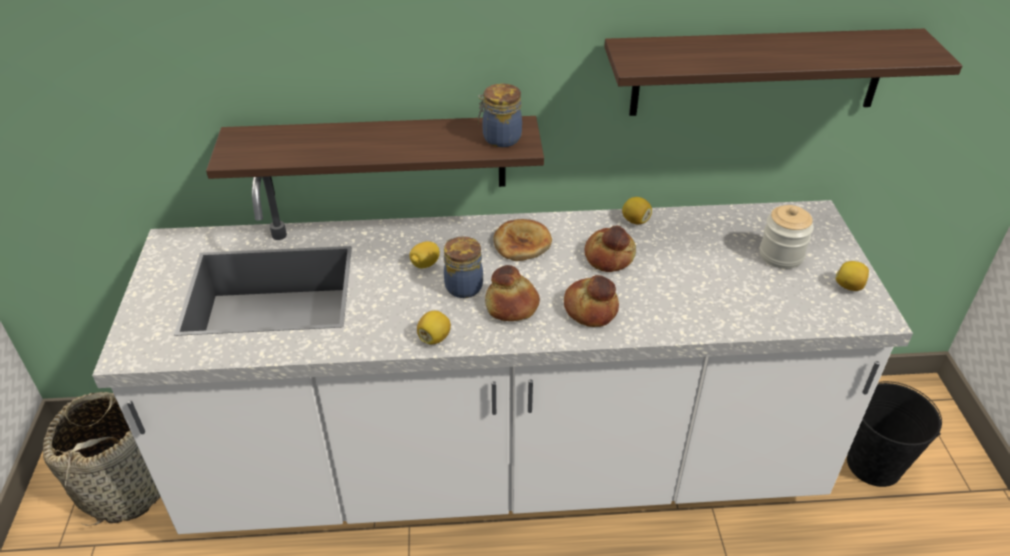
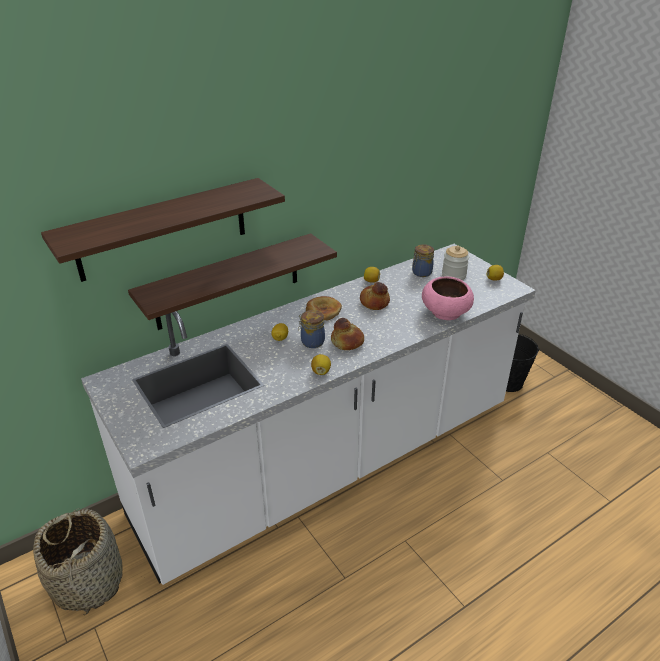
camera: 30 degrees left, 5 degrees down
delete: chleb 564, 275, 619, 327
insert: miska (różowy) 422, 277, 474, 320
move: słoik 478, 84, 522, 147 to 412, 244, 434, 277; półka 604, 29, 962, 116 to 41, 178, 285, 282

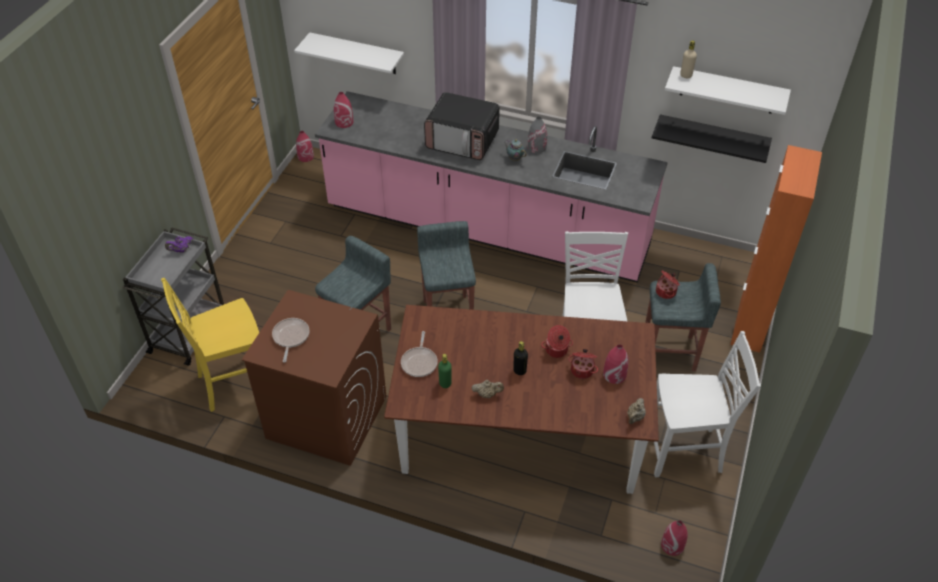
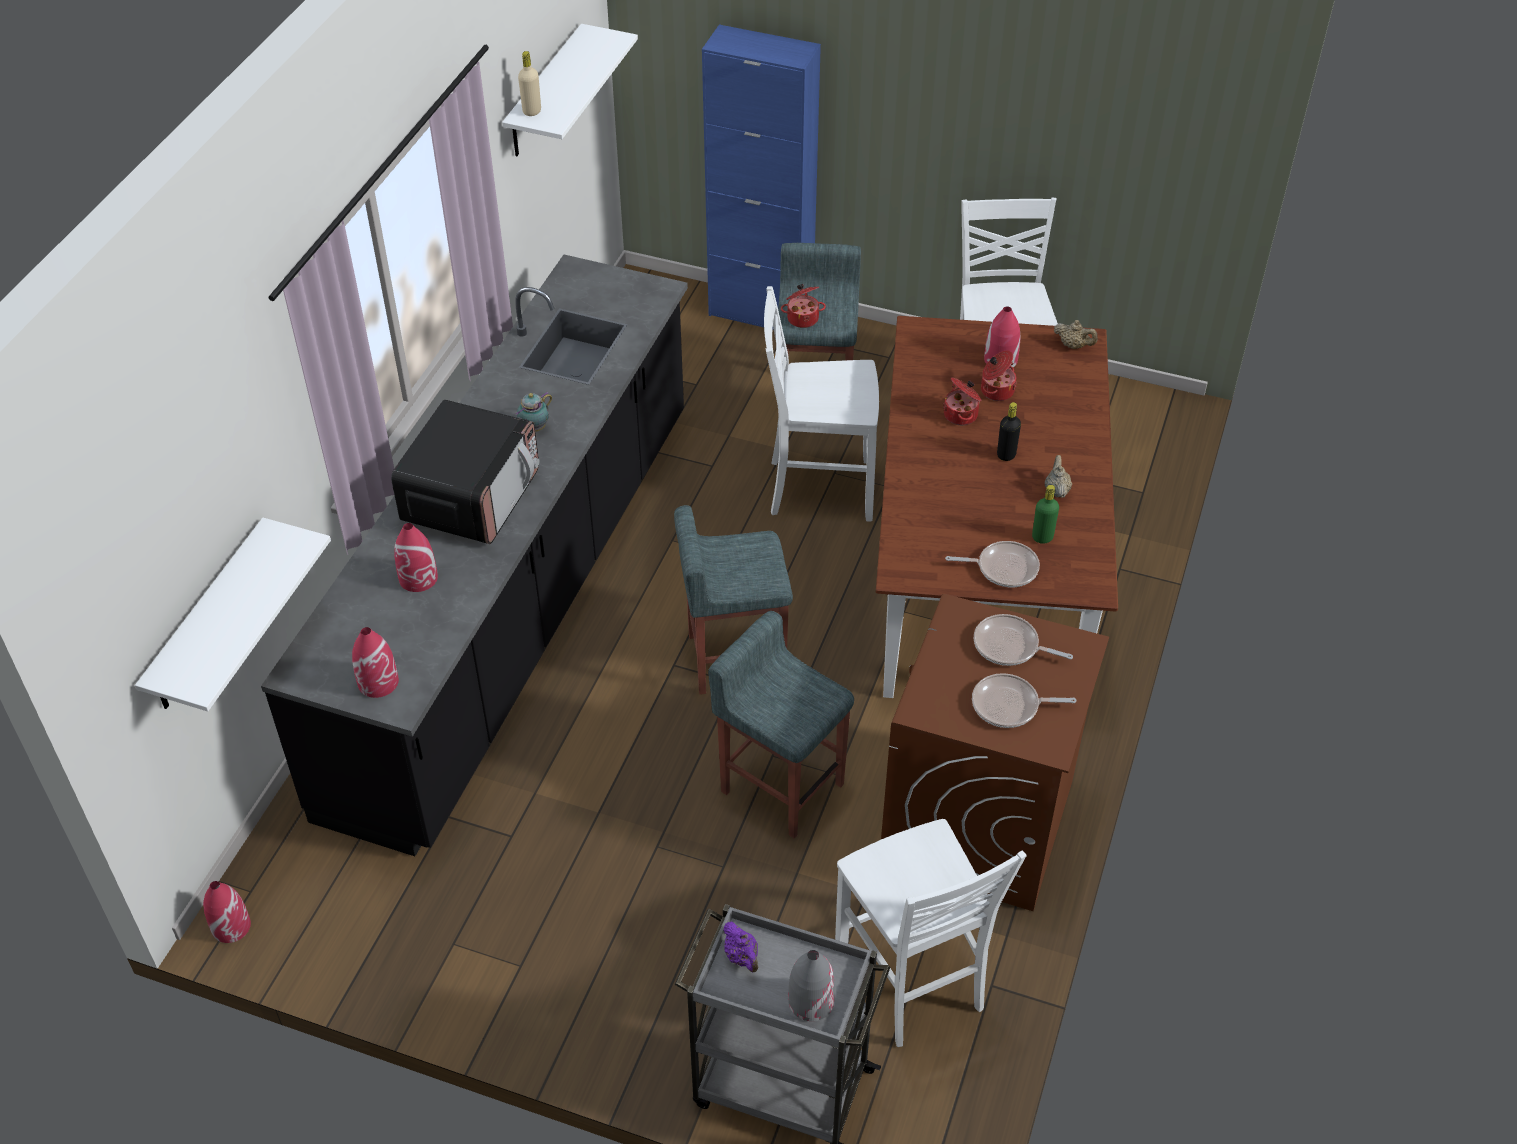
camera: 90 degrees left, 0 degrees up
delete: półka (czarny) 652, 114, 772, 163
insert: patelnia 974, 614, 1073, 666
move: wazon (szary) 528, 117, 547, 153 to 788, 950, 835, 1021; wazon (czerwony) 661, 520, 687, 556 to 394, 523, 438, 592
recolor: krzesło (żółty) 161, 278, 259, 412 to krzesło (biały) 835, 819, 1027, 1047; zabudowa kuchenna (różowy) 315, 91, 668, 283 to zabudowa kuchenna (czarny) 261, 255, 688, 856; szafka (pomarańczowy) 730, 145, 822, 353 to szafka (niebieski) 702, 24, 821, 330

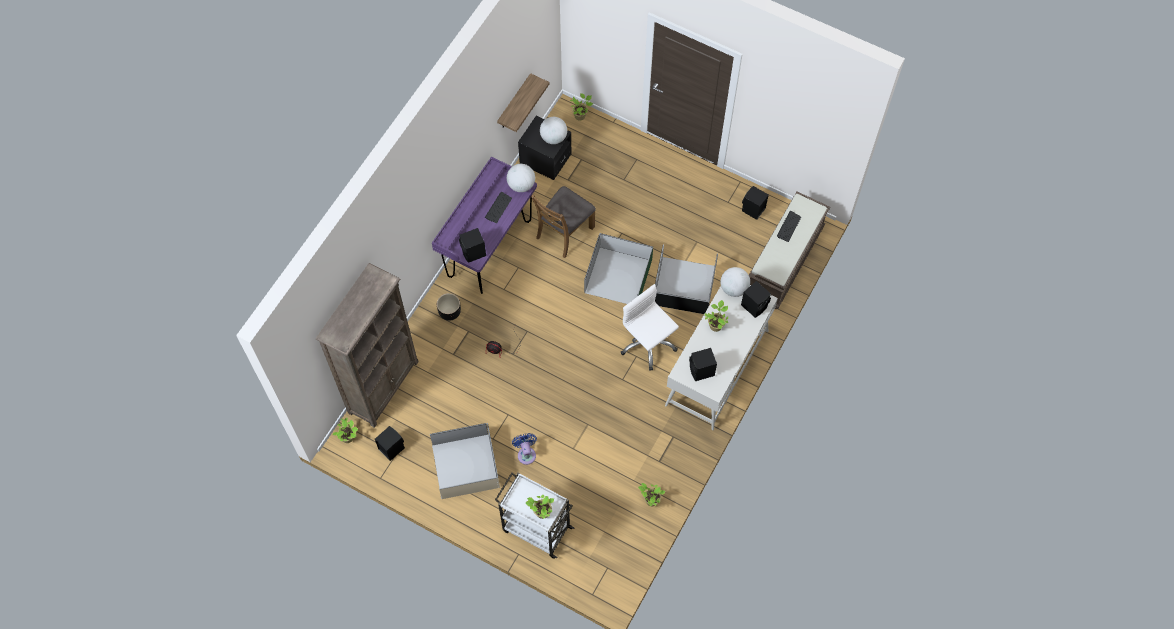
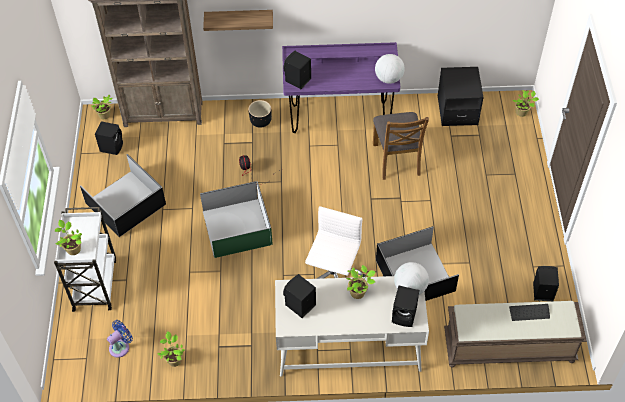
camera: 60 degrees right, 10 degrees down
delete: klawiatura 485, 192, 512, 223; globus 540, 117, 567, 144
move: półka 497, 73, 549, 132 to 203, 10, 273, 31; wentylator (niebieski) 512, 433, 537, 465 to 107, 320, 133, 358; pojemnik do przechowywania (zielony) 584, 233, 653, 304 to 200, 181, 273, 258
recolor: pojemnik do przechowywania (beżowy) 430, 423, 500, 499 to pojemnik do przechowywania (czarny) 80, 154, 166, 237
rotate: krzesło (brązowy) 531, 186, 596, 258 = 373, 112, 429, 180 105 degrees counterclockwise

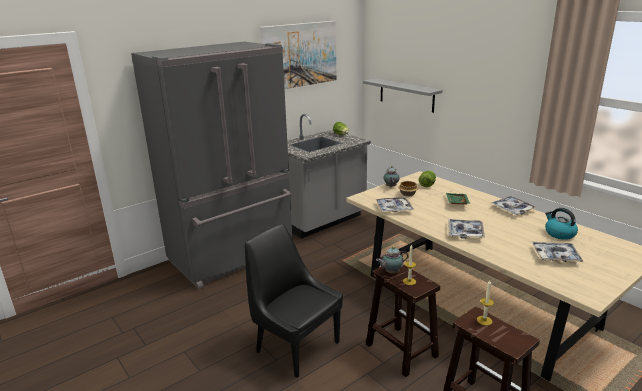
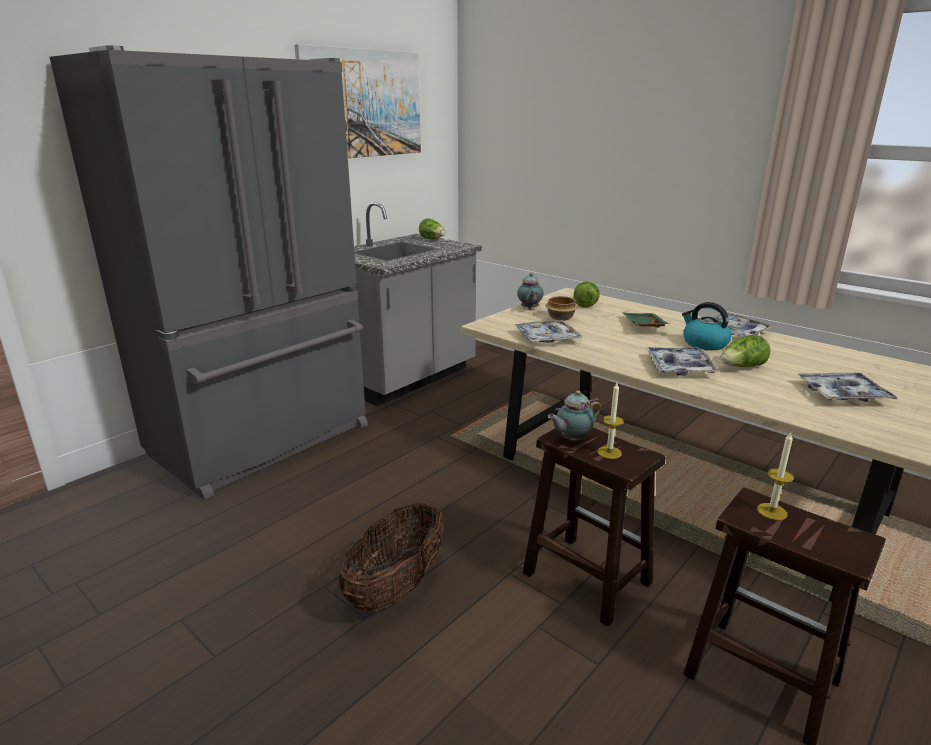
camera: 10 degrees left, 0 degrees up
delete: półka (szary) 363, 78, 443, 113
insert: sałata 720, 335, 771, 367
move: czajnik 545, 208, 578, 240 to 682, 302, 732, 350
replace: krzesło (czarny) 245, 224, 343, 378 to koszyk 339, 503, 444, 612

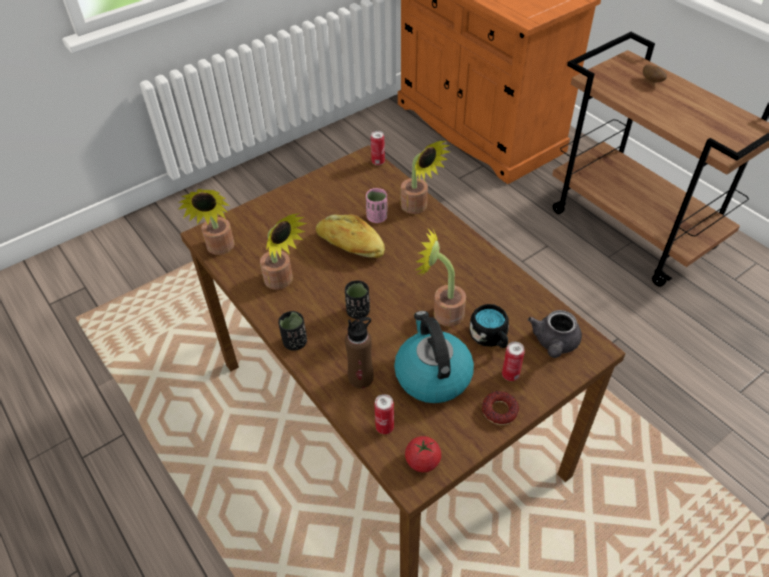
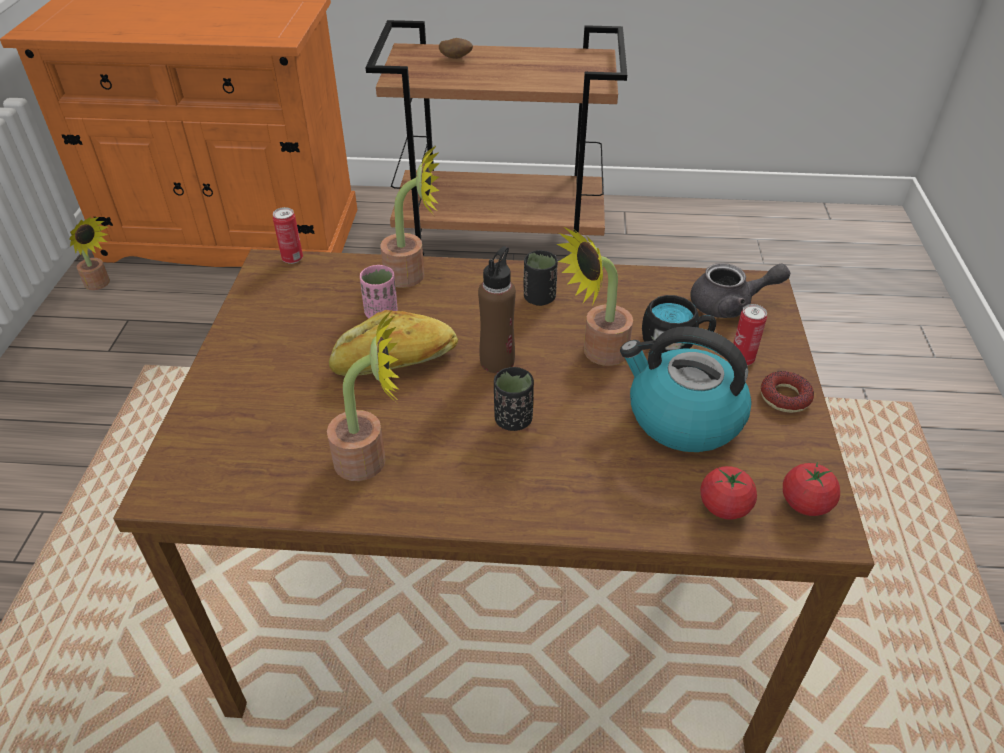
camera: 50 degrees left, 5 degrees down
move: roślina doniczkowa 178, 189, 235, 255 to 69, 217, 110, 290; filiżanka (czarny) 278, 311, 307, 351 to 524, 250, 558, 306; butelka (brązowy) 345, 317, 373, 389 to 478, 246, 516, 373
replace: puszka 374, 394, 394, 434 to pomidor 700, 466, 757, 520
rotate: imbryk (szary) 528, 310, 582, 358 = 690, 263, 790, 318 60 degrees counterclockwise

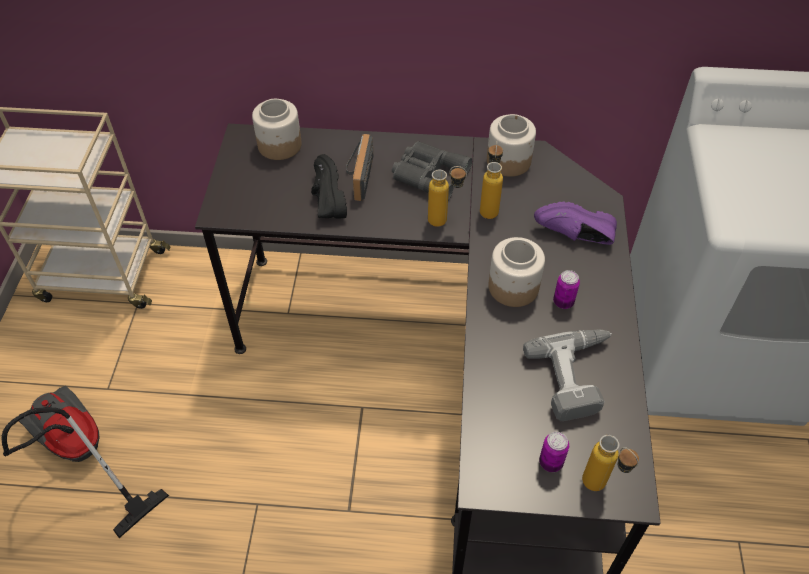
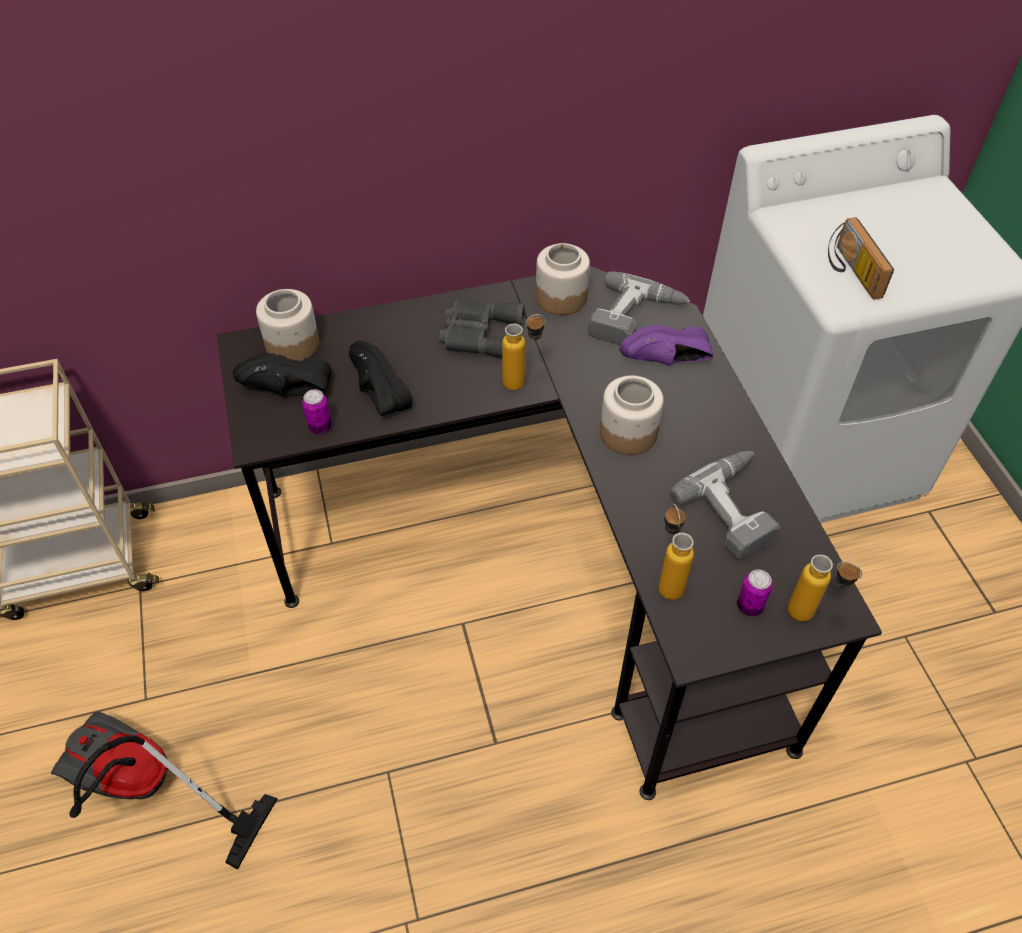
camera: 20 degrees left, 0 degrees up
insert: but (czarny) 233, 353, 331, 396; wiertarka 588, 272, 690, 345
move: radio 346, 134, 373, 201 to 828, 217, 894, 300; butelka 480, 141, 503, 219 to 658, 504, 694, 600; puszka 553, 270, 580, 309 to 302, 389, 332, 434

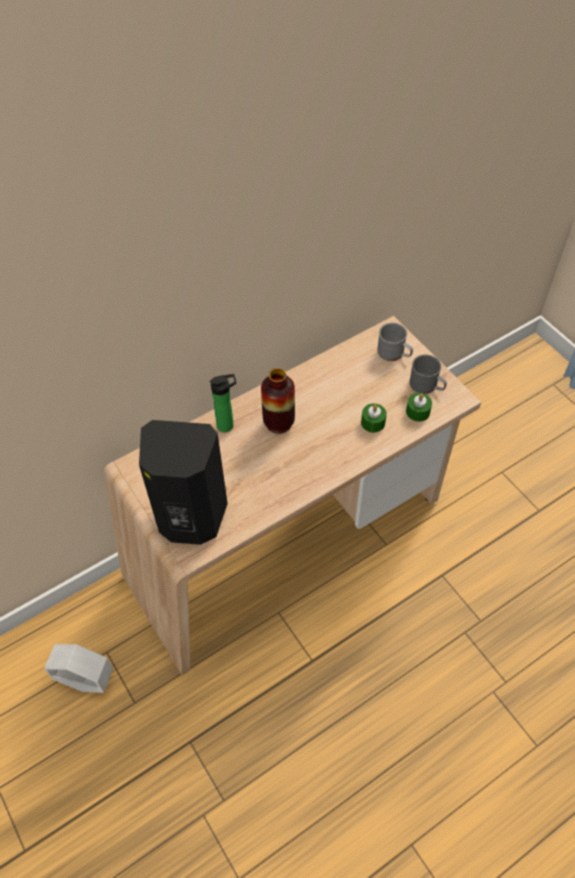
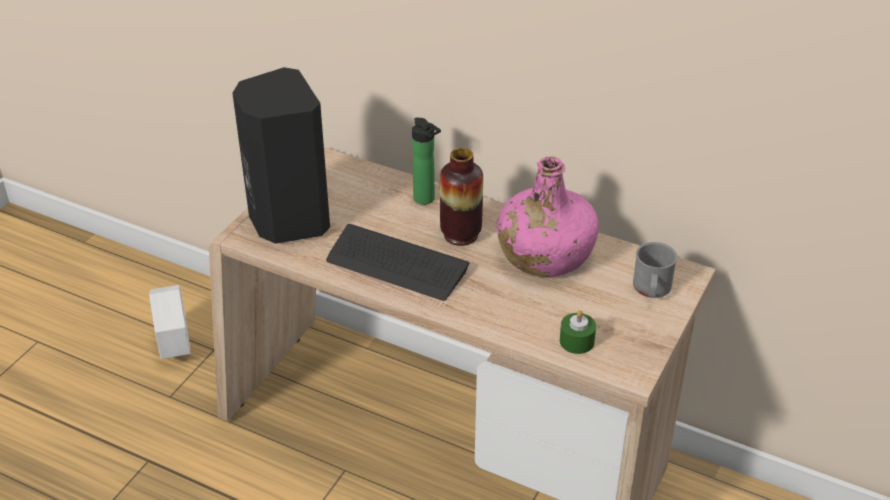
camera: 60 degrees right, 15 degrees down
delete: świeca (zielony) 361, 403, 387, 433; kubek (szary) 409, 354, 447, 394
insert: klawiatura 326, 224, 470, 301; butelka (różowy) 497, 156, 599, 277

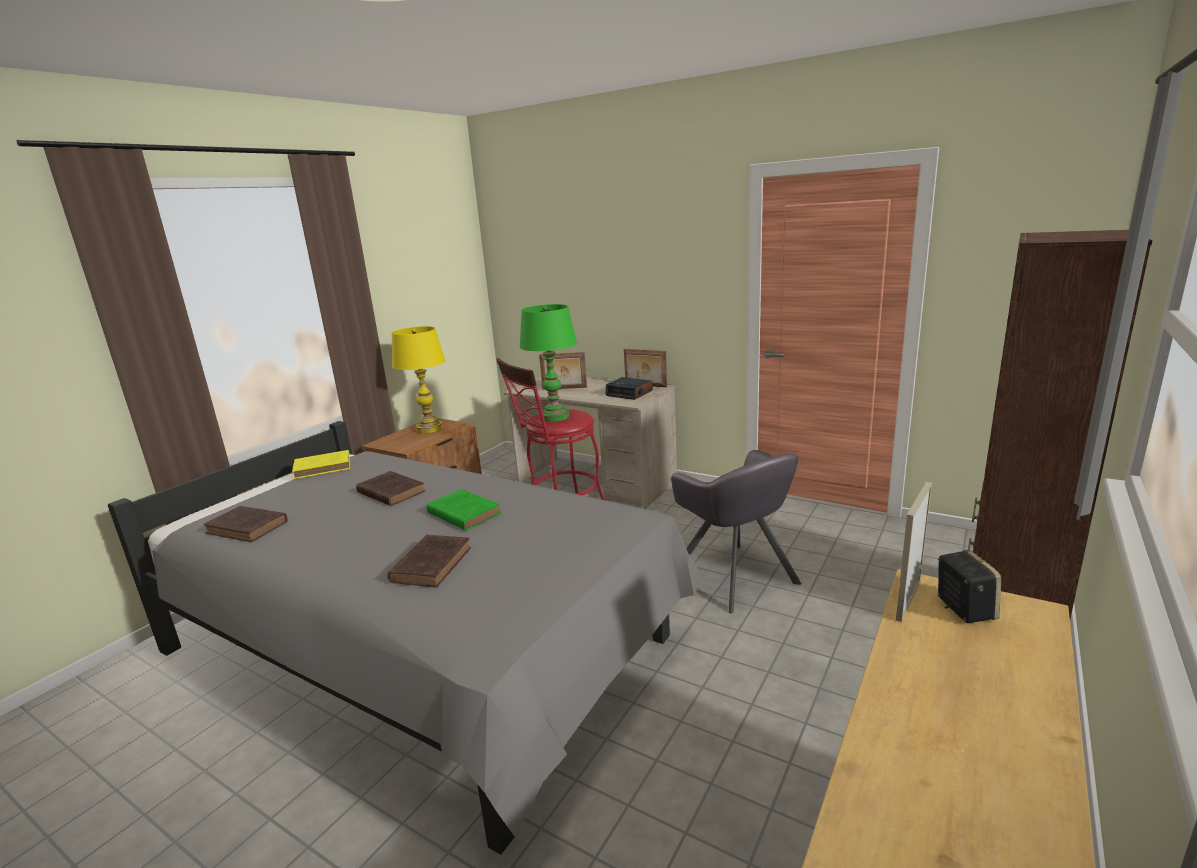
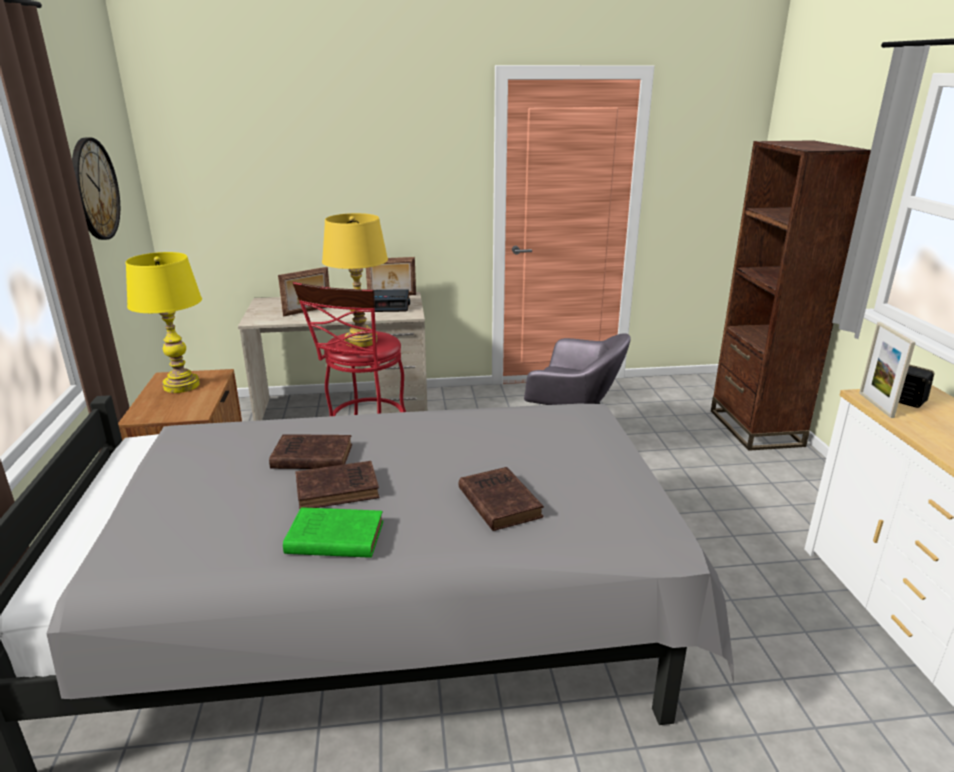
camera: 40 degrees left, 5 degrees up
delete: książka (żółty) 292, 450, 350, 479
insert: zegar ścienny 72, 138, 120, 240
move: książka (brązowy) 203, 506, 288, 542 to 295, 461, 380, 510; książka (zielony) 426, 489, 502, 531 to 283, 507, 383, 558
recolor: lampa stołowa (zielony) 520, 304, 577, 422 to lampa stołowa (żółty) 322, 213, 388, 347

